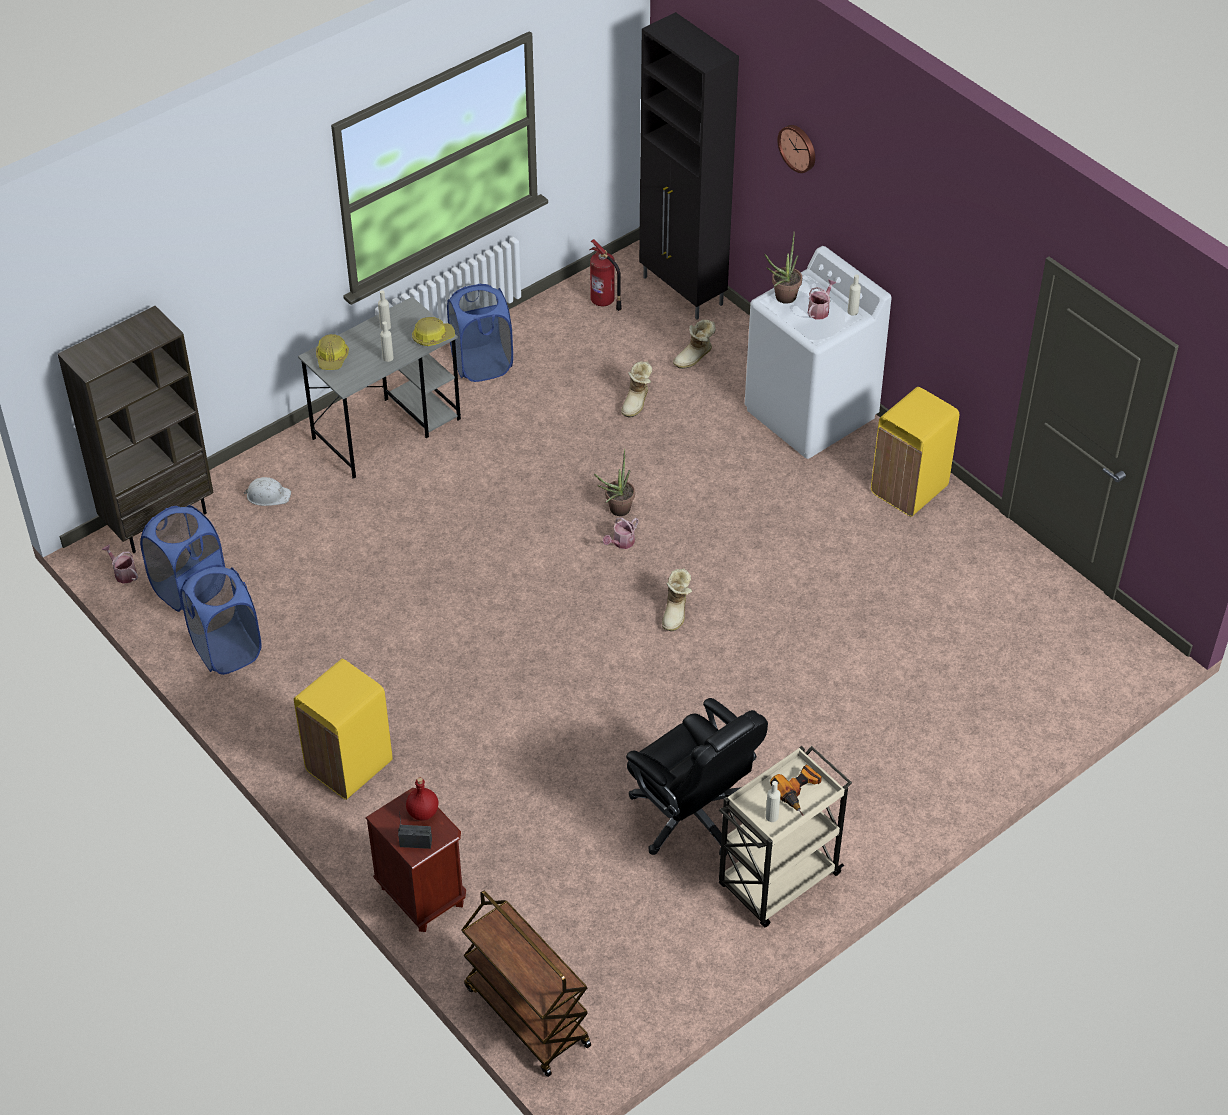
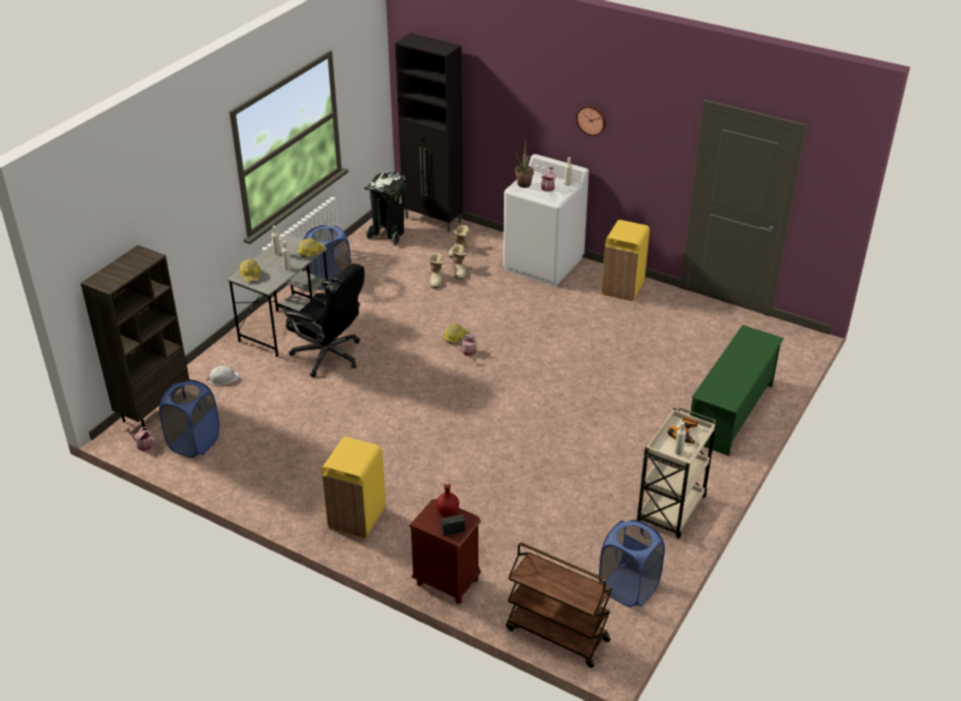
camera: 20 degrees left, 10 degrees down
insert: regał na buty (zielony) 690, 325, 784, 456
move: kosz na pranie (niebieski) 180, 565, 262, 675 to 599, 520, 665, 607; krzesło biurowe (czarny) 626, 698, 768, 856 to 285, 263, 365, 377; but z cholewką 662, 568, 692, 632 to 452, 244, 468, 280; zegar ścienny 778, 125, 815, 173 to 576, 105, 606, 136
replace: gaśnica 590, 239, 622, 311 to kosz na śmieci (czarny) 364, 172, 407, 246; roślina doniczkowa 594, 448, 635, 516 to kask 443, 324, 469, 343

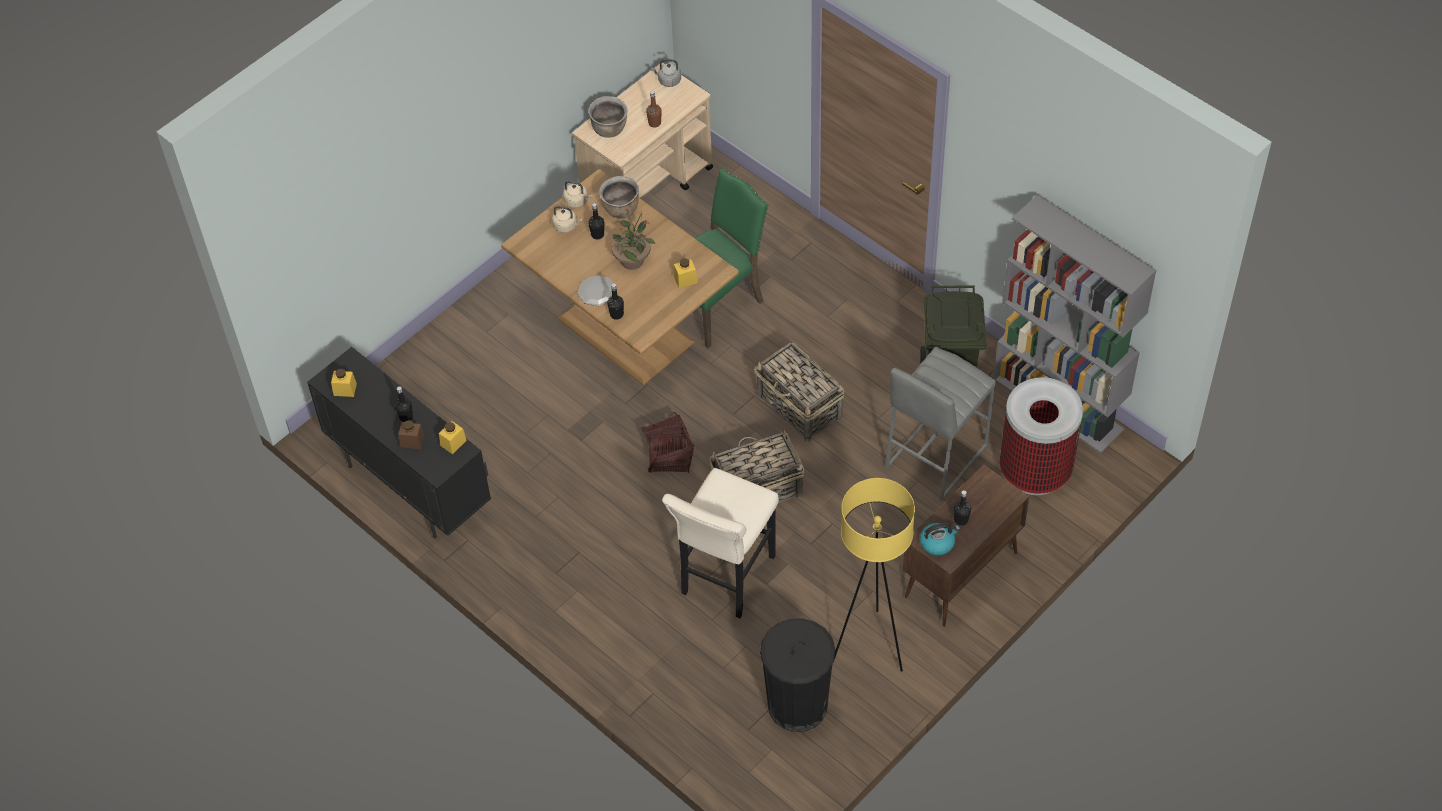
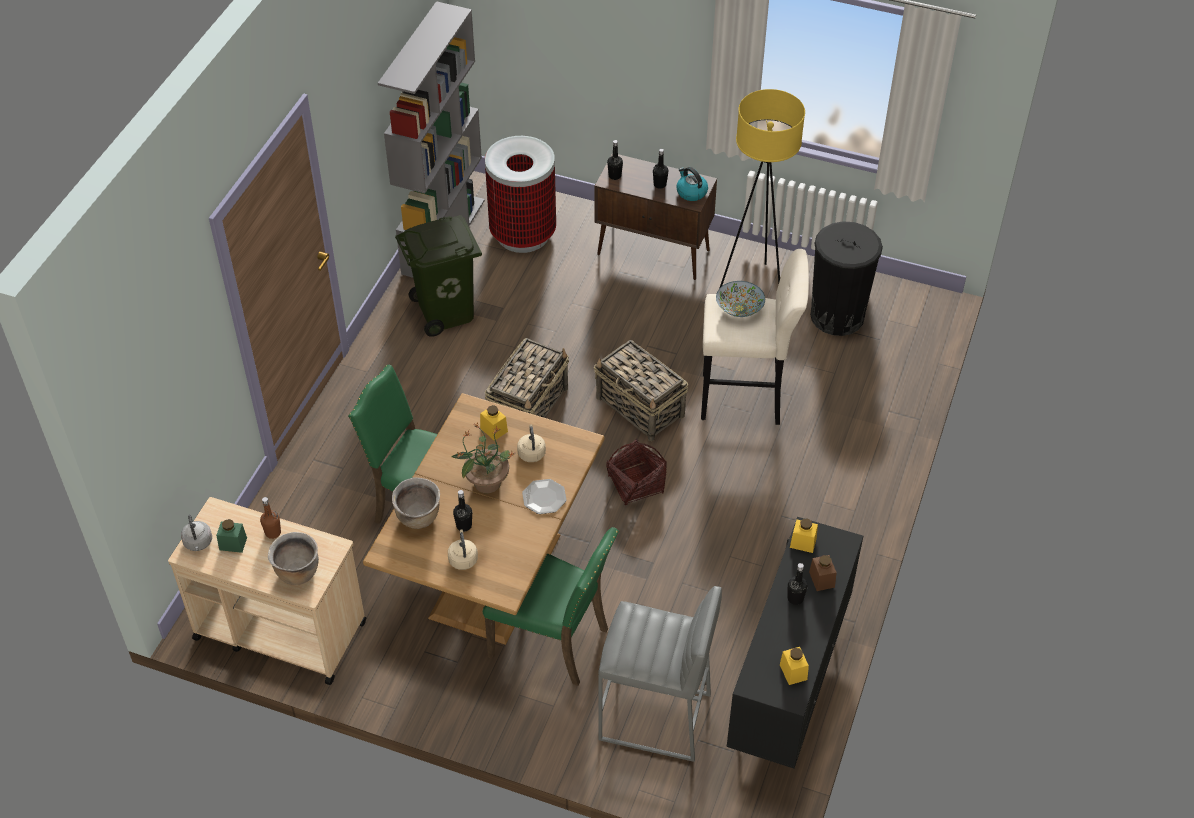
camera: 115 degrees left, 5 degrees down
insert: słoik (zielony) 216, 519, 247, 553; krzesło (zielony) 483, 527, 619, 686; miska 716, 281, 765, 317
move: czajnik (beżowy) 563, 181, 593, 208 to 517, 425, 546, 462; butelka (czarny) 607, 283, 624, 320 to 607, 140, 623, 180; stołek (szary) 885, 347, 996, 501 to 598, 586, 722, 762

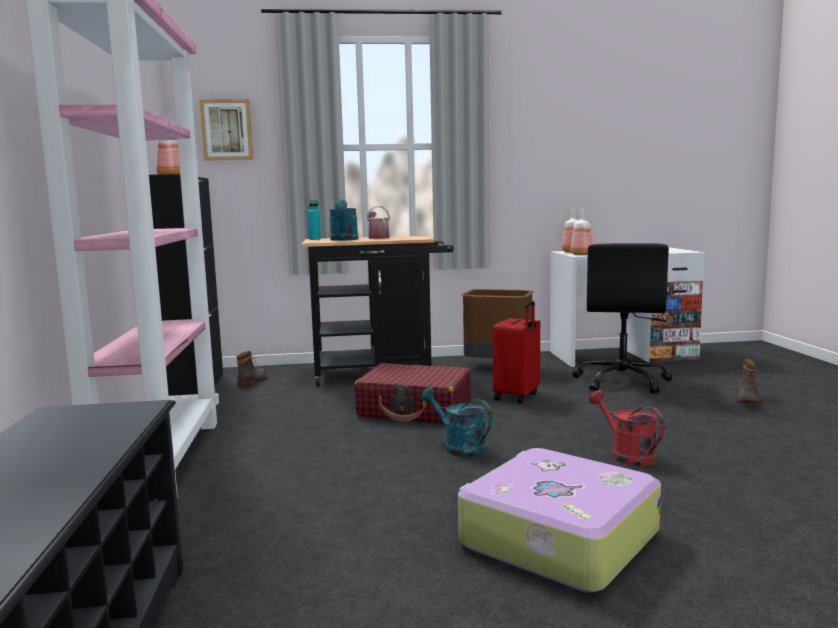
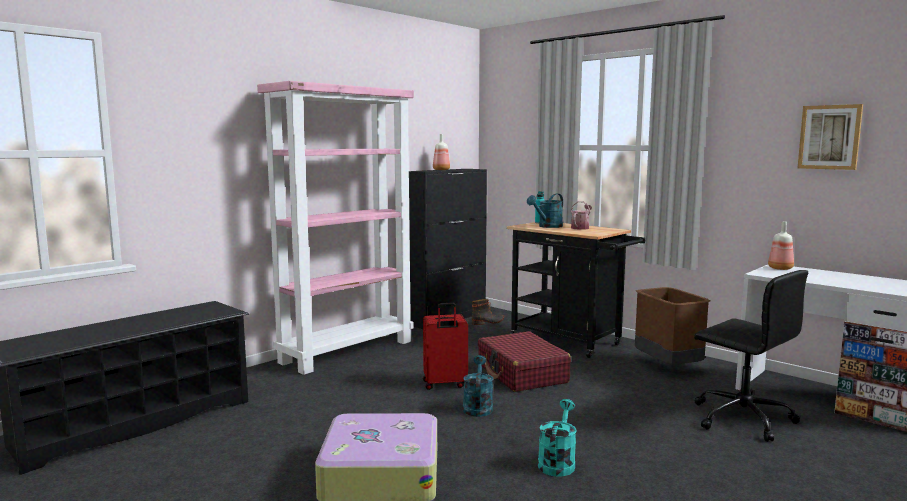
camera: 50 degrees right, 0 degrees up
delete: butelka 571, 209, 593, 255; but z cholewką 737, 359, 762, 405
move: obraz 200, 99, 253, 160 to 798, 104, 863, 170; walizka (czerwony) 493, 301, 540, 404 to 423, 303, 468, 390
recolor: konewka (czerwony) 589, 390, 665, 466 to konewka (turkusowy) 538, 399, 577, 477
rotate: krzesło biurowe (czarny) 573, 243, 672, 394 = 694, 270, 808, 442 105 degrees counterclockwise

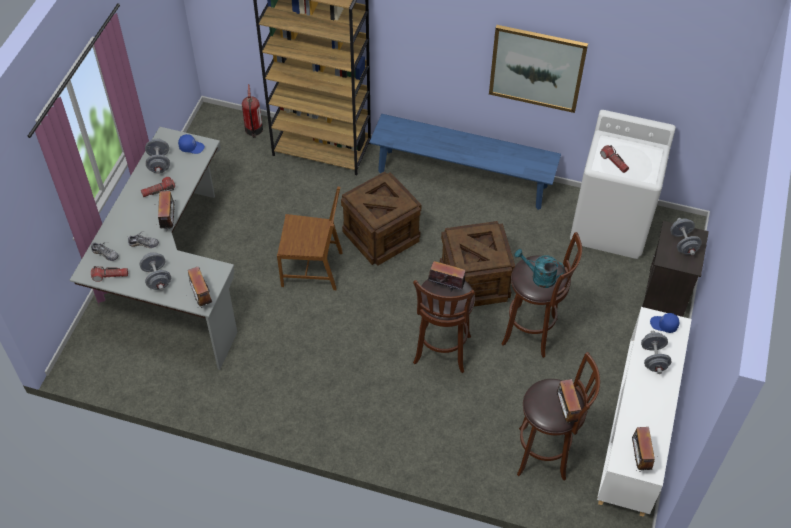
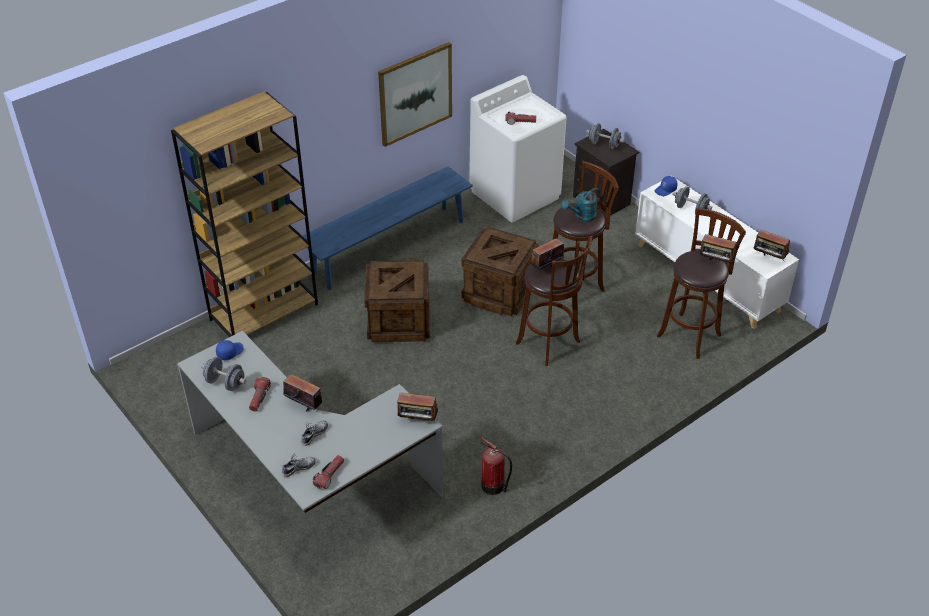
camera: 55 degrees left, 10 degrees down
delete: hantel (szary) 140, 252, 171, 290; krzesło (brązowy) 277, 187, 343, 290
move: gaśnica 242, 84, 263, 138 to 480, 438, 512, 495

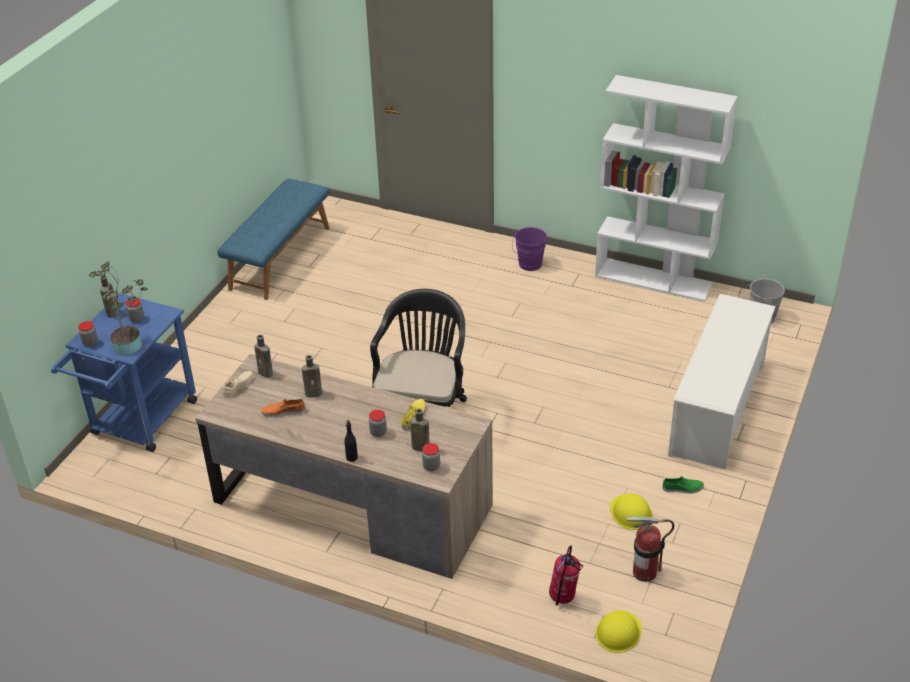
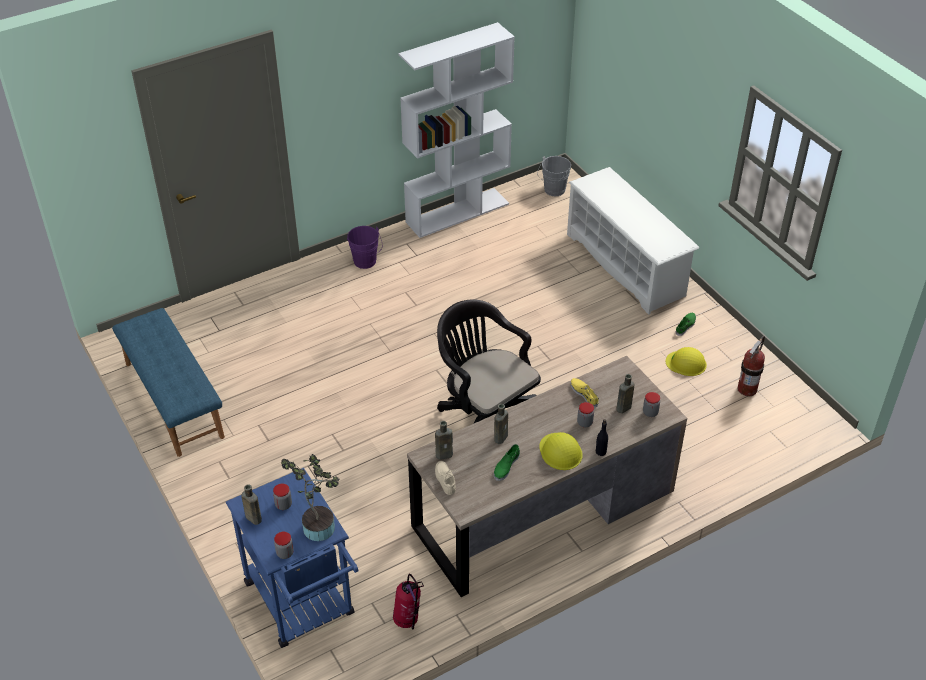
camera: 55 degrees left, 5 degrees up
move: gaśnica 549, 545, 583, 605 to 393, 574, 424, 629; kask (żółty) 595, 611, 642, 653 to 539, 432, 583, 470
recolor: but (pomarańczowy) 261, 399, 306, 417 to but (zielony) 494, 444, 520, 481

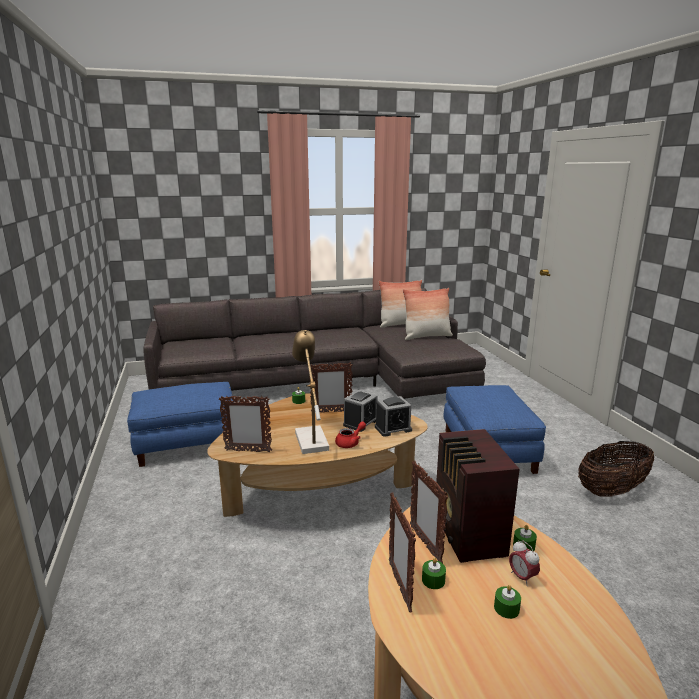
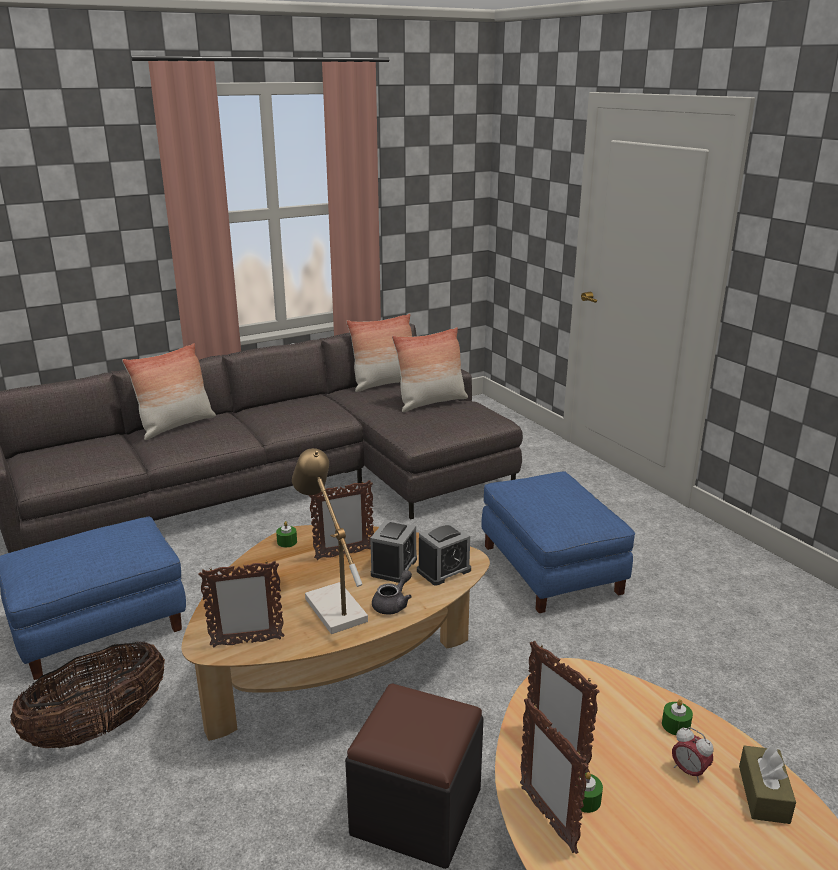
camera: 15 degrees left, 5 degrees up
delete: radio 436, 429, 520, 563; świeca (zielony) 494, 585, 521, 619
insert: poduszka 122, 343, 216, 440; pufa (czarny) 345, 683, 484, 869; pudełko chusteczek (brązowy) 739, 745, 796, 824
move: koszyk 578, 441, 654, 496 to 10, 641, 165, 748
recolor: imbryk (czerwony) 335, 421, 366, 448 to imbryk (szary) 372, 570, 412, 615

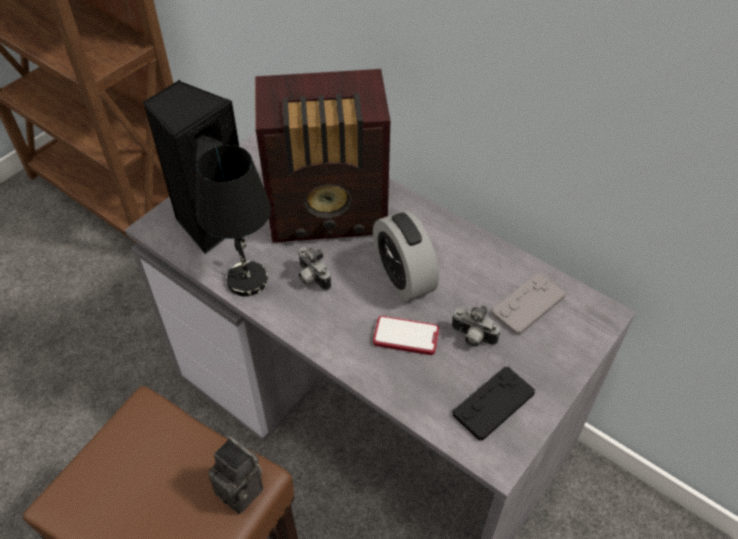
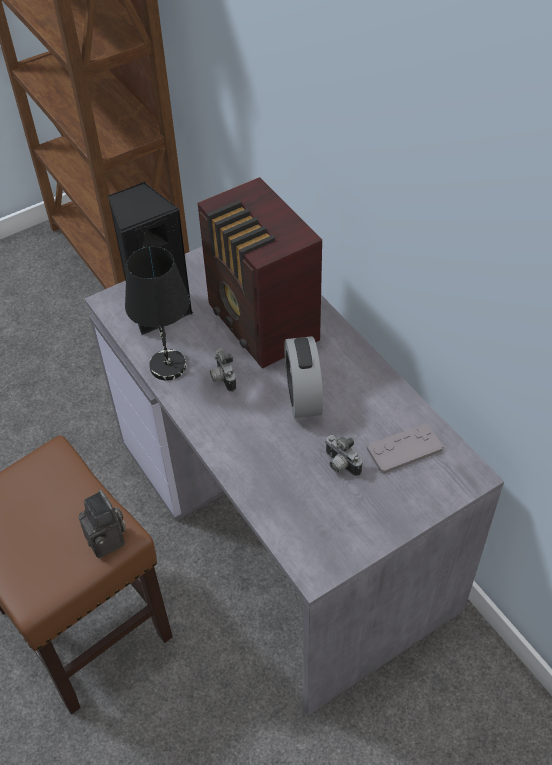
camera: 20 degrees right, 0 degrees up
delete: telefon 373, 316, 439, 355; pad do gier (czarny) 453, 367, 535, 441
rotate: radio 255, 69, 391, 243 = 197, 177, 322, 369 45 degrees clockwise

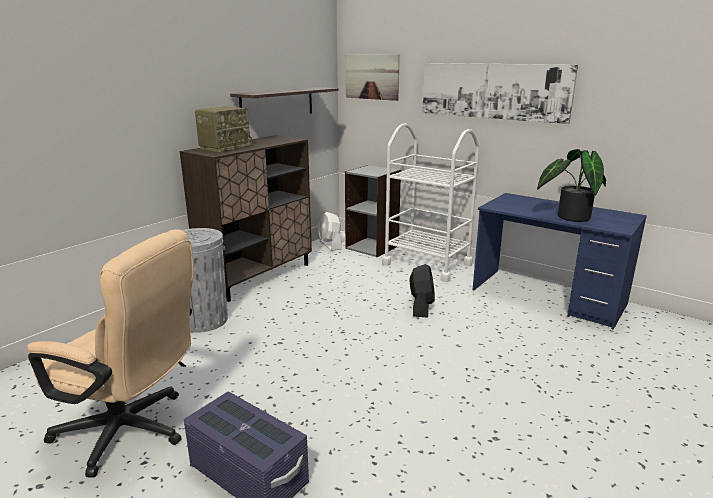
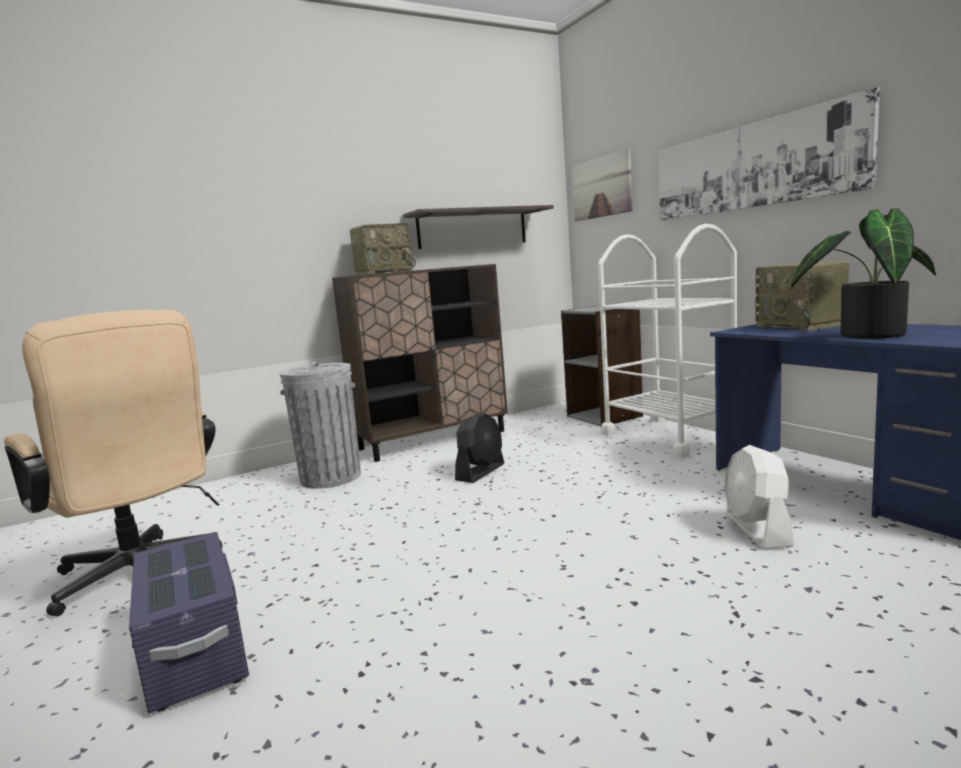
camera: 25 degrees right, 10 degrees down
insert: radio 756, 261, 849, 331
move: wentylator (biały) 318, 212, 342, 251 to 724, 445, 794, 549; wentylator (czarny) 409, 264, 435, 318 to 455, 412, 504, 483

